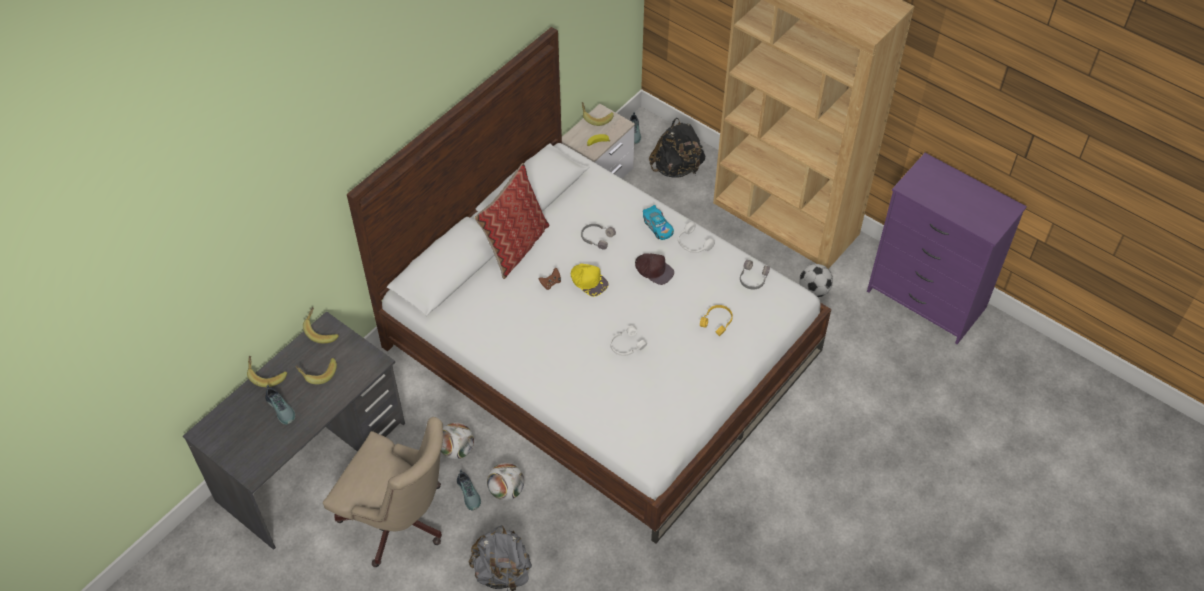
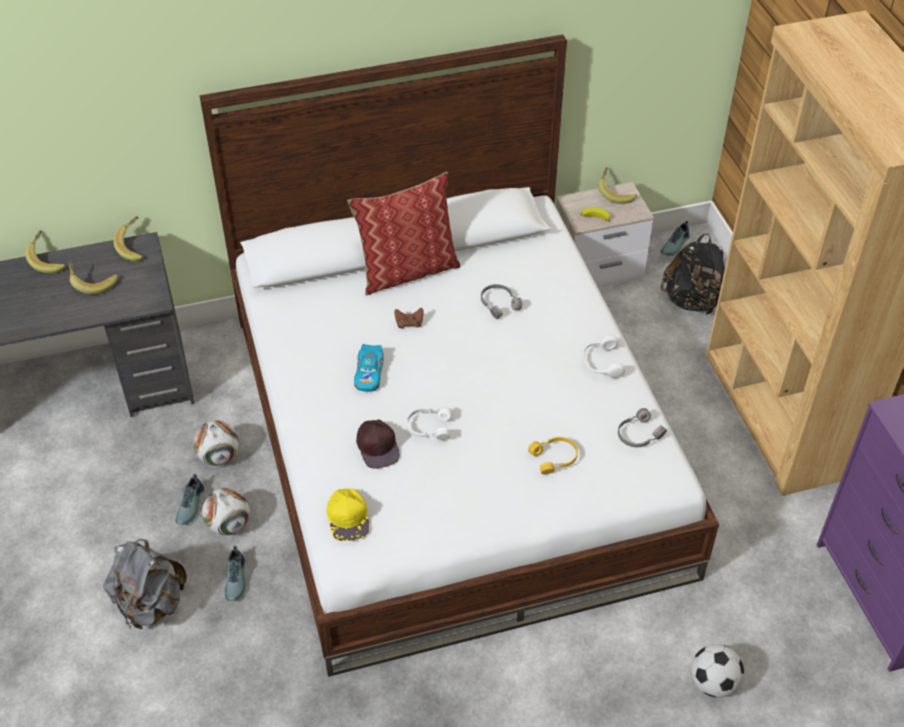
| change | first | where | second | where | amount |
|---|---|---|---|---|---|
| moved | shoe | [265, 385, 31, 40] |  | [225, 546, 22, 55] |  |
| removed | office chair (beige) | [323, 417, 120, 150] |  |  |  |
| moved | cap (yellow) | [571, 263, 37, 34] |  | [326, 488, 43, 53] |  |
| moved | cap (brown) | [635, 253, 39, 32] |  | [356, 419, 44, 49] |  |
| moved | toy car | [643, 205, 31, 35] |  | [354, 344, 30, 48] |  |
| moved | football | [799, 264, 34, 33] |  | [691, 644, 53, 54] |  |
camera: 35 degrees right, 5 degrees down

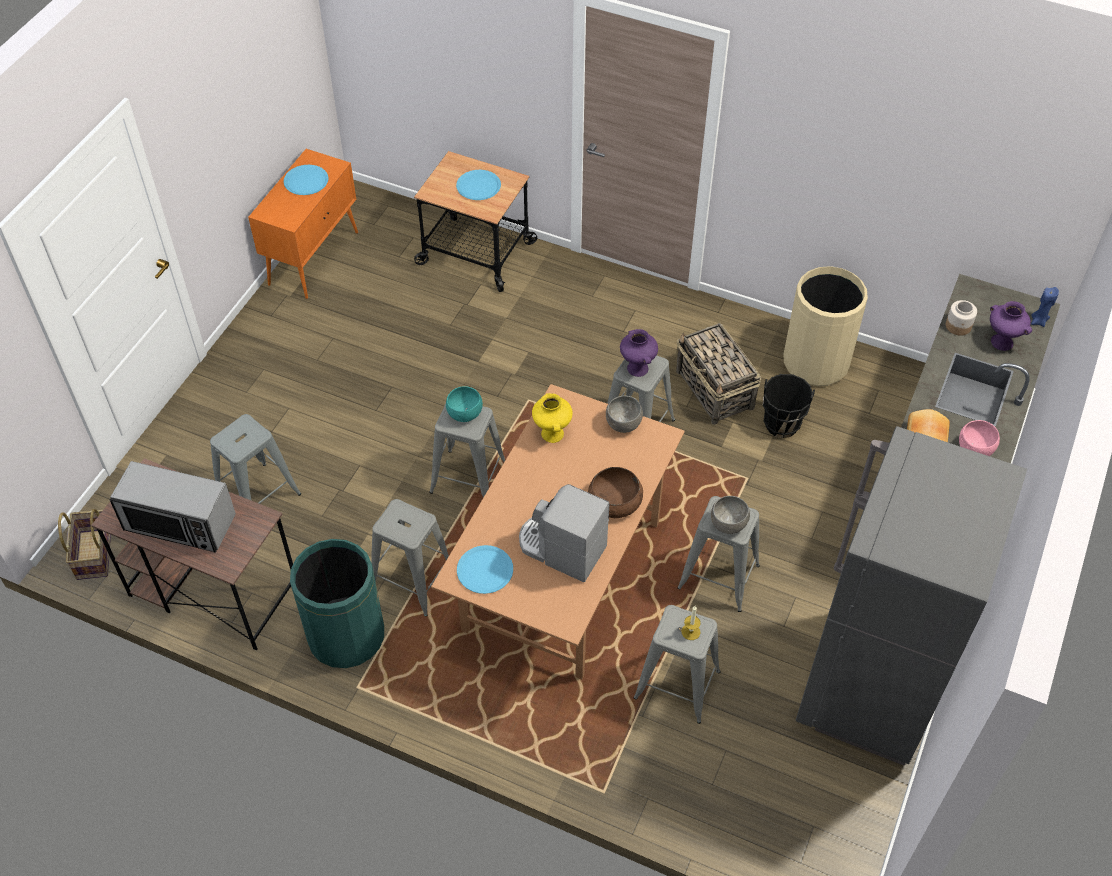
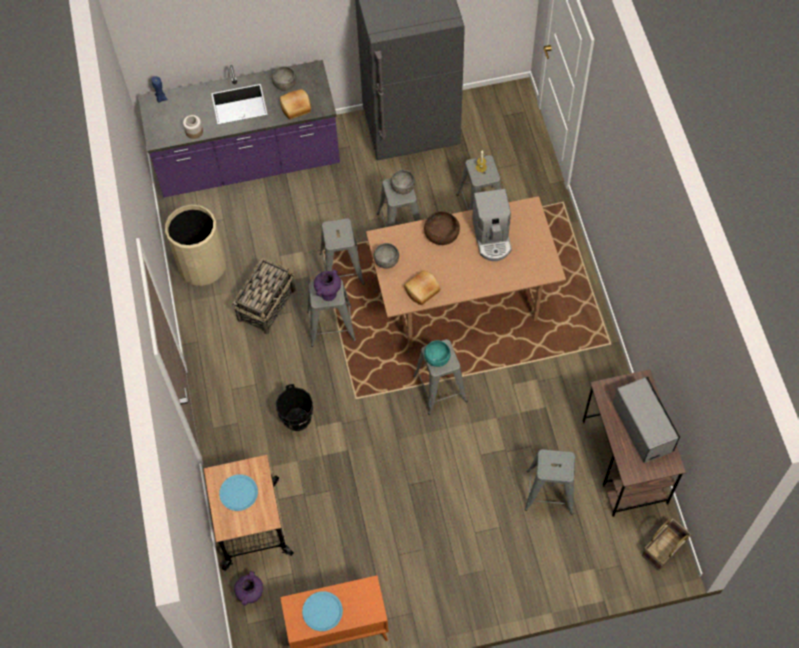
| change | first | where | second | where | amount |
|---|---|---|---|---|---|
| removed | trash can (green) | [290, 539, 94, 129] |  |  |  |
| moved | stool (grey) | [372, 499, 77, 117] |  | [320, 218, 45, 67] |  |
| removed | plate (blue) | [457, 545, 56, 49] |  |  |  |
| replaced | vase (yellow) | [532, 393, 40, 50] | bread | [404, 271, 36, 34] |  |
| moved | bucket (black) | [763, 374, 52, 64] |  | [276, 384, 37, 47] |  |
| recoloured | bowl (pink) | [959, 420, 41, 36] | bowl (grey) | [272, 66, 24, 25] |  |
| moved | vase (purple) | [990, 301, 42, 50] |  | [234, 571, 29, 35] |  |
camera: 125 degrees left, 10 degrees up

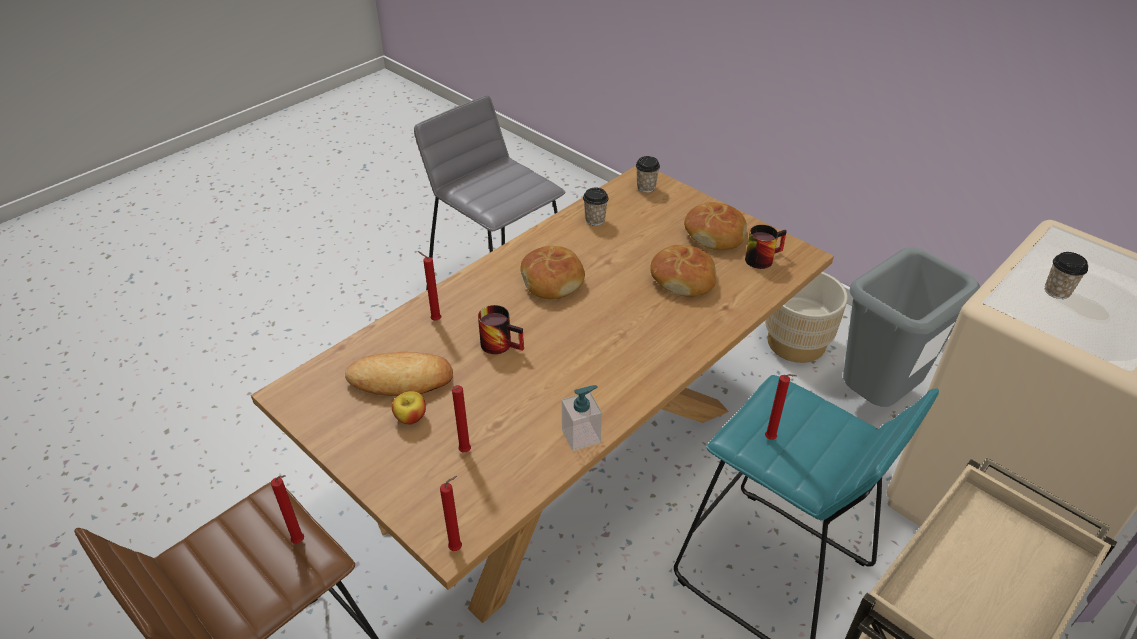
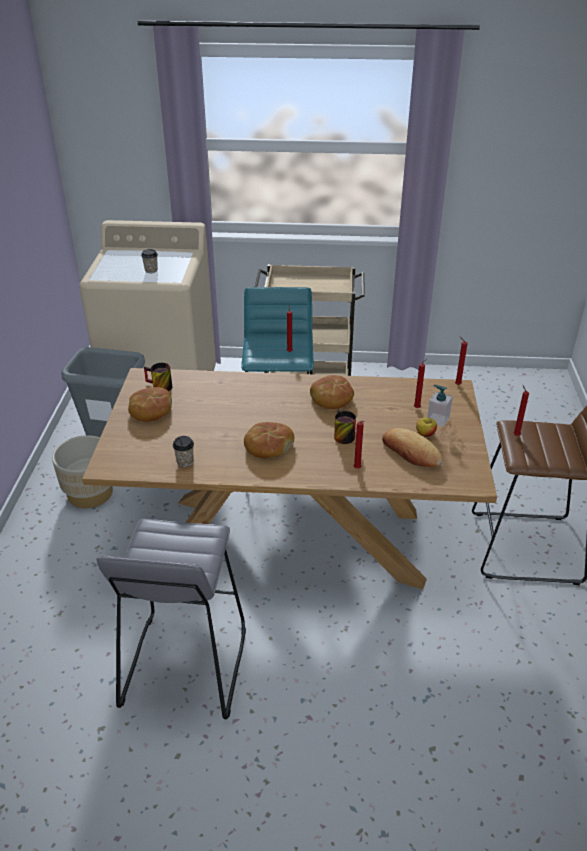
| change | first | where | second | where | amount |
|---|---|---|---|---|---|
| moved | soap dispenser | [562, 385, 40, 66] |  | [427, 385, 26, 42] |  |
| removed | cup | [636, 156, 24, 37] |  |  |  |
| moved | bread | [650, 245, 66, 51] |  | [310, 375, 44, 34] |  |
camera: 130 degrees left, 5 degrees down

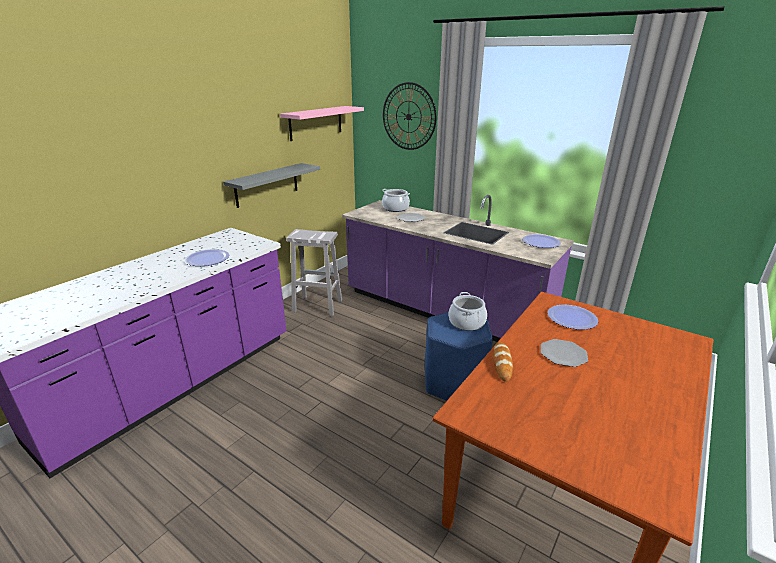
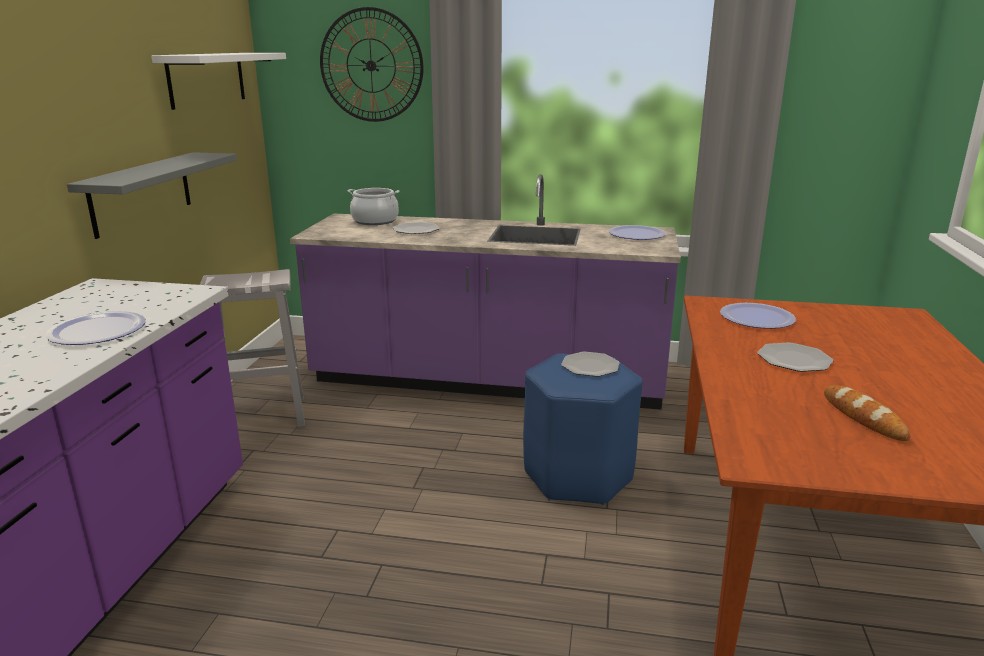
| change | first | where | second | where | amount |
|---|---|---|---|---|---|
| recoloured | shelf (pink) | [280, 106, 84, 35] | shelf (white) | [151, 53, 135, 57] |  |
| replaced | cooking pot | [449, 292, 38, 39] | plate | [561, 352, 59, 25] |  |
| moved | bread | [493, 342, 20, 39] |  | [824, 386, 86, 55] |  |
camera: 25 degrees left, 5 degrees down

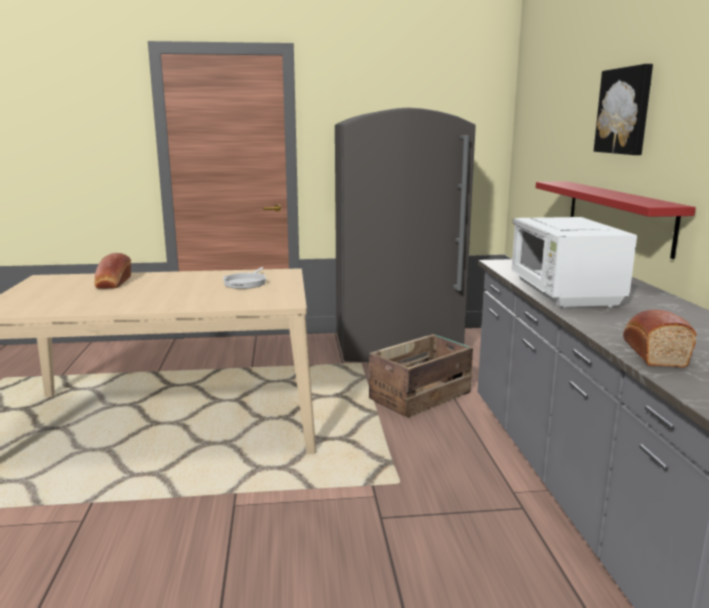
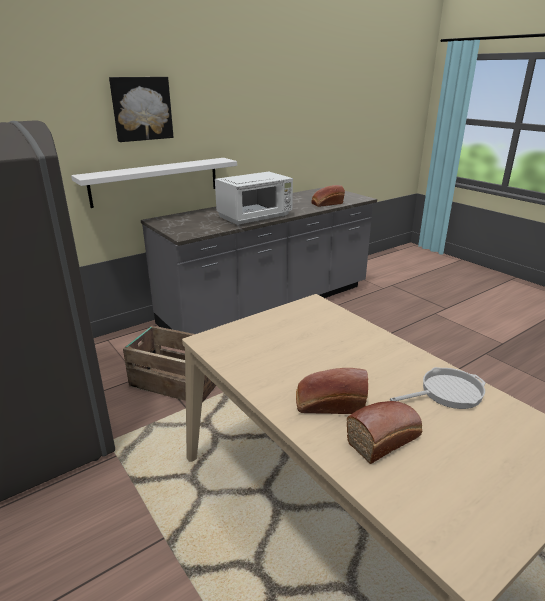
| change | first | where | second | where | amount |
|---|---|---|---|---|---|
| moved | frying pan | [223, 267, 44, 22] |  | [390, 367, 96, 42] |  |
| recoloured | shelf (red) | [536, 181, 160, 78] | shelf (white) | [71, 158, 166, 50] |  |
| added |  |  | bread | [296, 368, 72, 46] |  |
camera: 120 degrees left, 10 degrees up

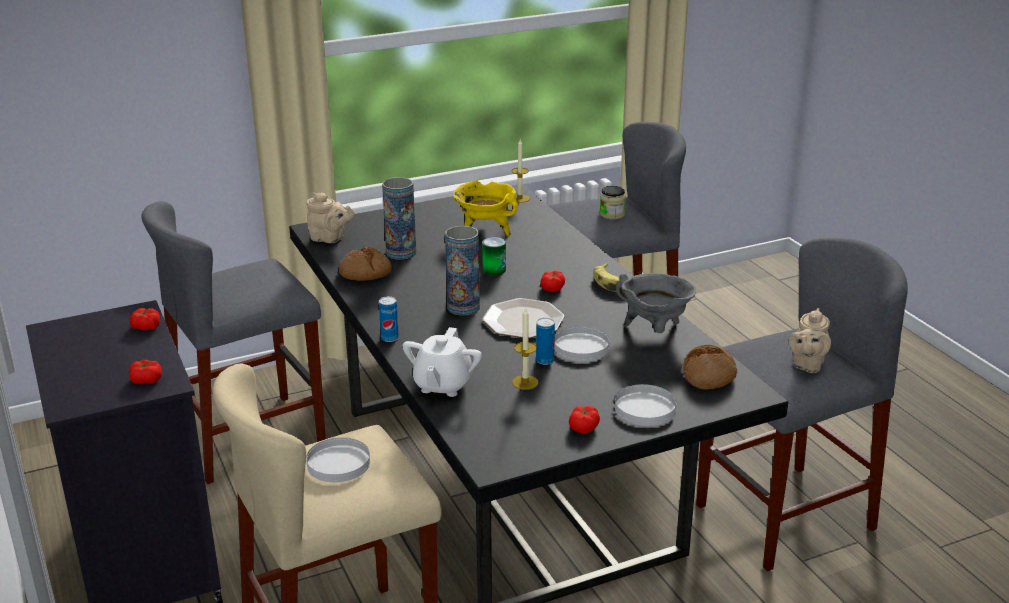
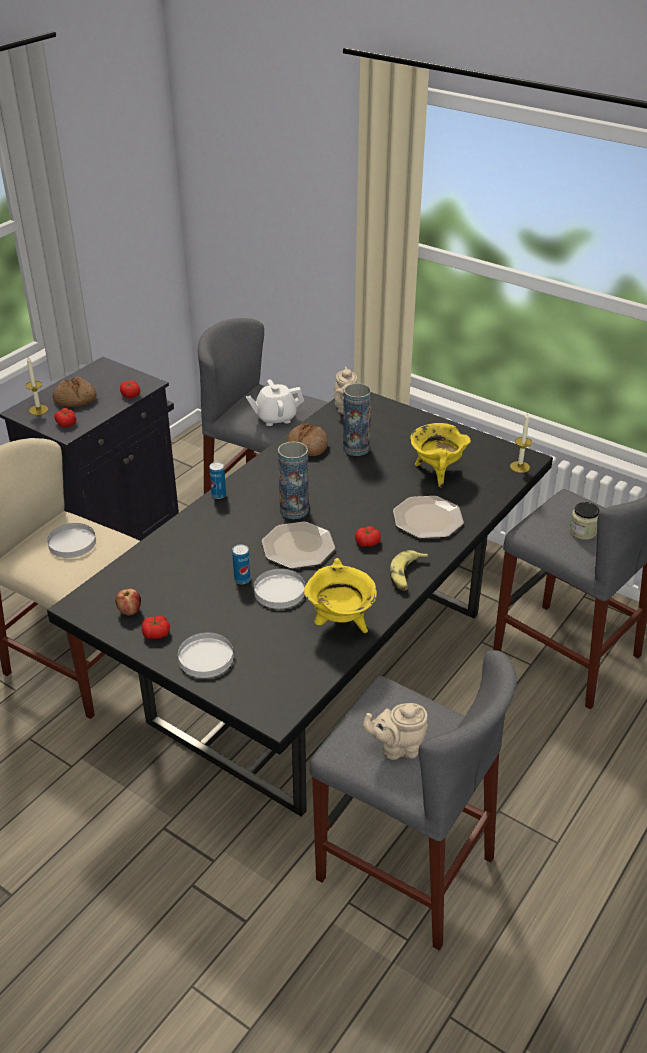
| change | first | where | second | where | amount |
|---|---|---|---|---|---|
| moved | teapot (white) | [403, 327, 79, 70] |  | [246, 379, 58, 47] |  |
| removed | can | [482, 237, 24, 38] |  |  |  |
| moved | candle | [512, 308, 26, 82] |  | [25, 357, 23, 58] |  |
| recoloured | cooking pot (grey) | [616, 273, 80, 60] | cooking pot (yellow) | [304, 558, 73, 75] |  |
| moved | bread | [683, 345, 54, 45] |  | [53, 377, 44, 30] |  |
| added |  |  | apple | [115, 589, 26, 27] |  |
| added |  |  | plate | [393, 496, 71, 42] |  |
camera: 60 degrees right, 10 degrees up

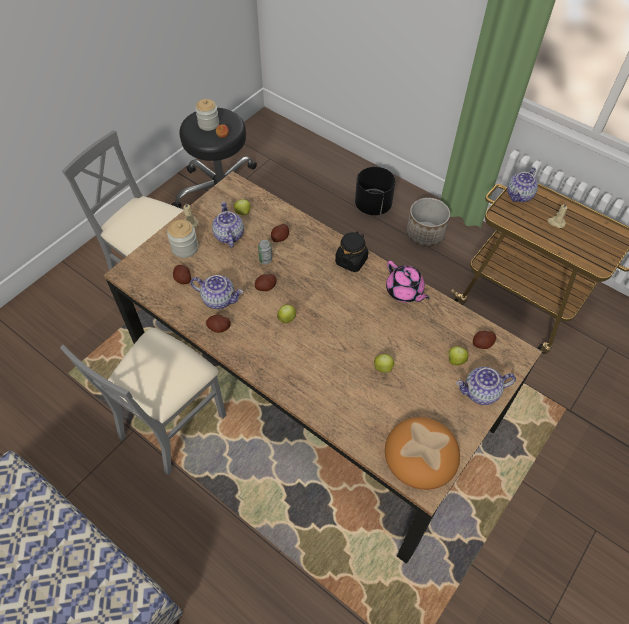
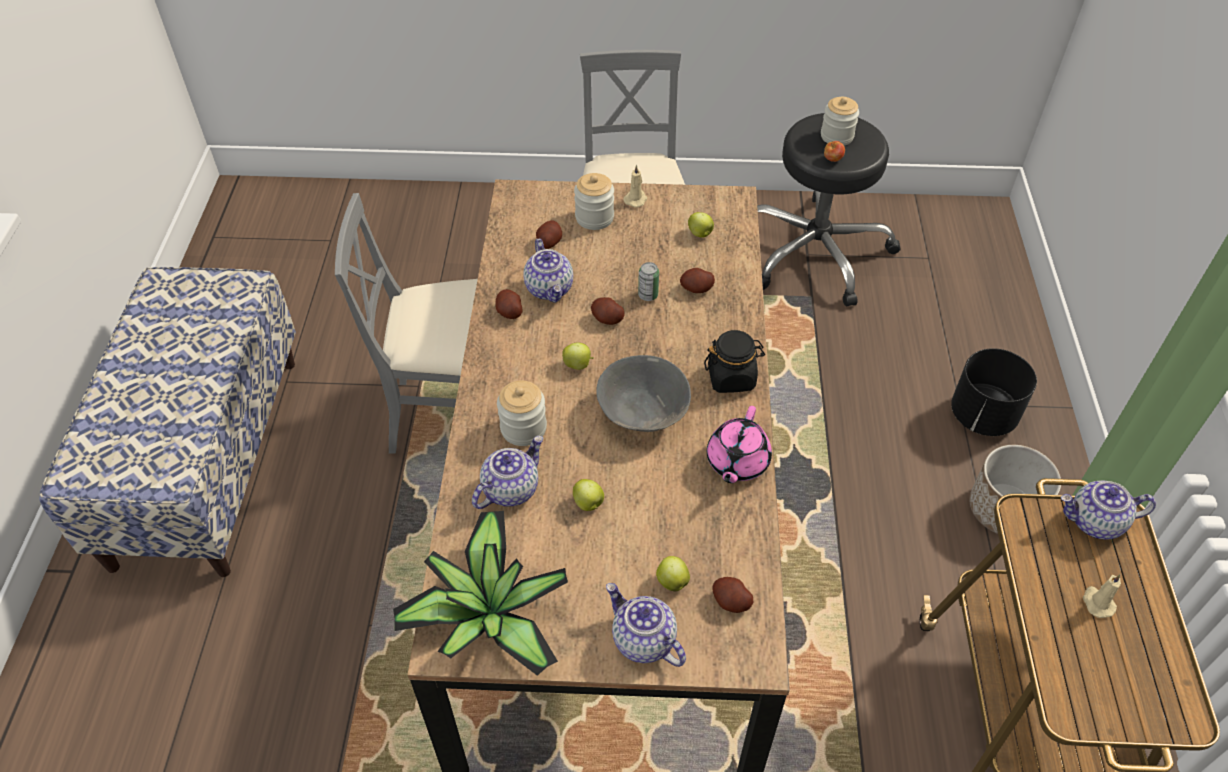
| change | first | where | second | where | amount |
|---|---|---|---|---|---|
| moved | teapot | [212, 202, 32, 46] |  | [472, 436, 71, 73] |  |
| replaced | bread | [385, 417, 75, 73] | potted plant | [393, 511, 175, 165] |  |
| added |  |  | jar | [497, 380, 50, 66] |  |
| added |  |  | bowl (grey) | [596, 355, 95, 77] |  |
camera: 55 degrees right, 5 degrees down

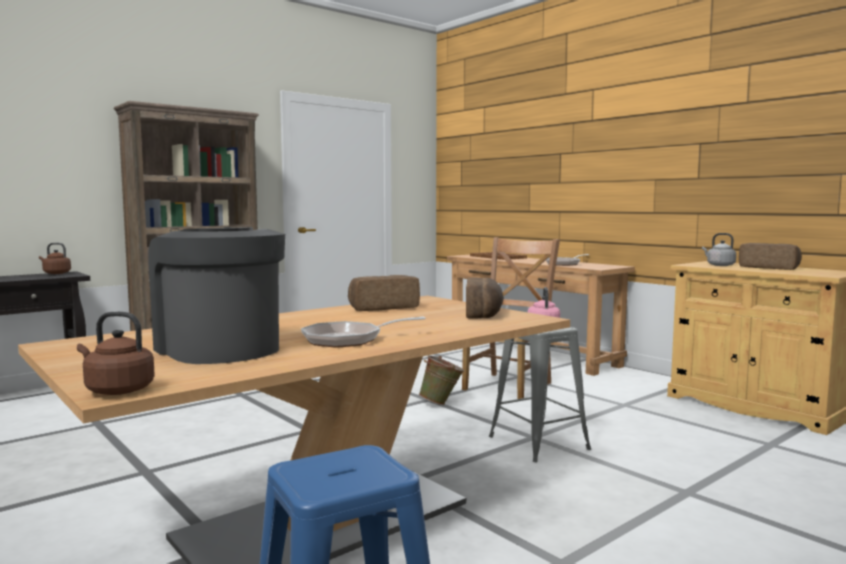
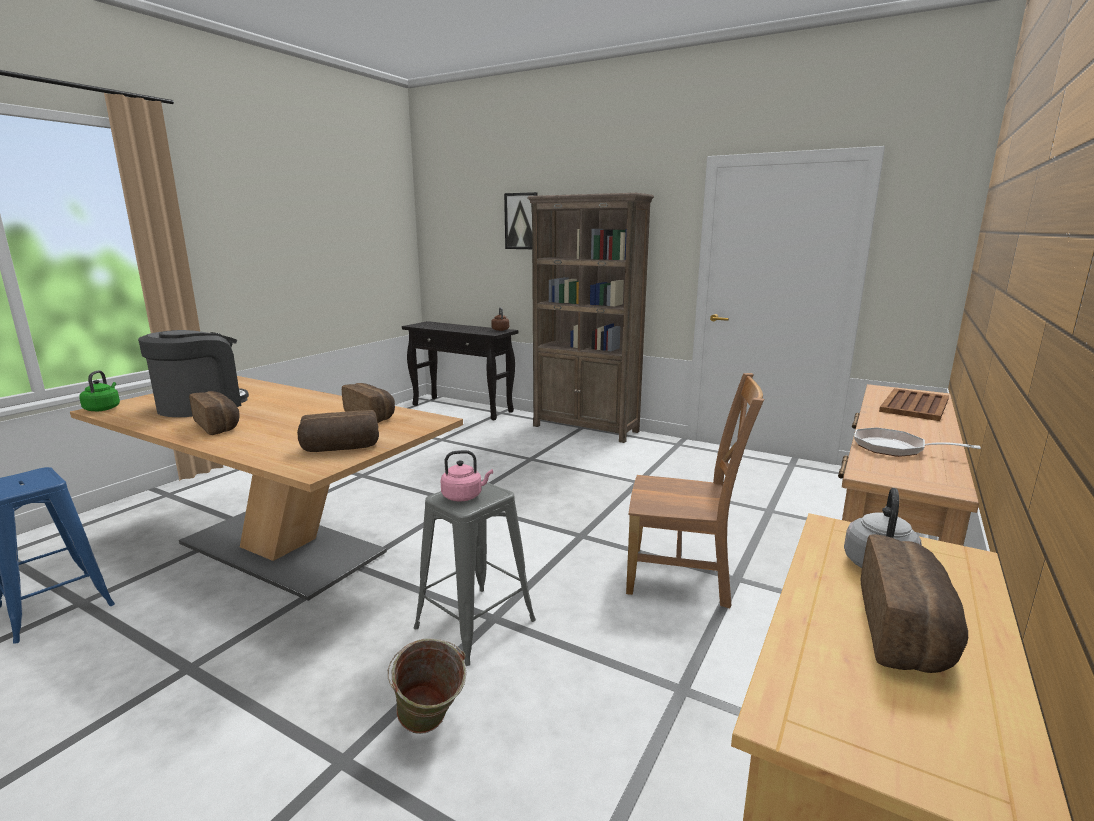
| change | first | where | second | where | amount |
|---|---|---|---|---|---|
| recoloured | kettle (brown) | [77, 312, 78, 83] | kettle (green) | [79, 370, 41, 41] |  |
| replaced | frying pan | [301, 316, 125, 32] | bread | [189, 391, 51, 44] |  |
| moved | bucket (green) | [419, 355, 45, 50] |  | [388, 638, 79, 96] |  |
| added |  |  | picture | [504, 192, 33, 57] |  |
camera: 70 degrees right, 10 degrees up

